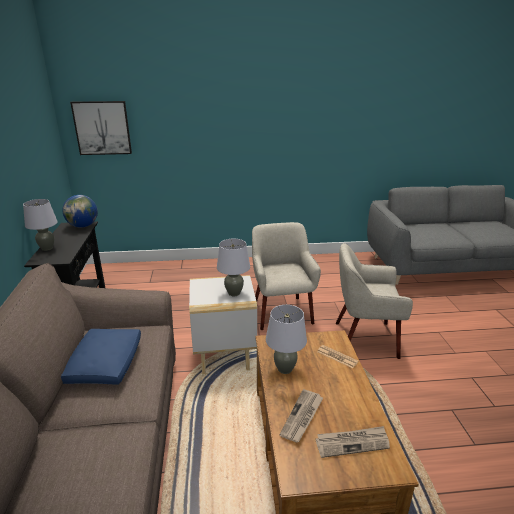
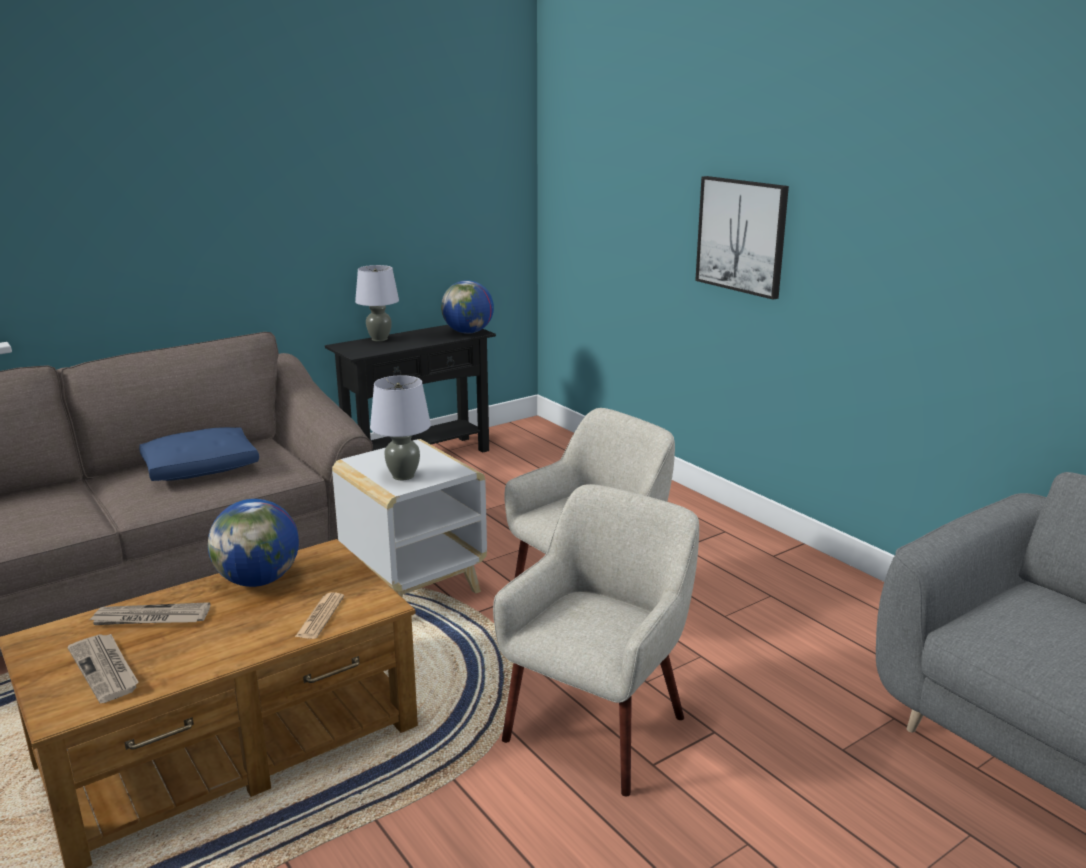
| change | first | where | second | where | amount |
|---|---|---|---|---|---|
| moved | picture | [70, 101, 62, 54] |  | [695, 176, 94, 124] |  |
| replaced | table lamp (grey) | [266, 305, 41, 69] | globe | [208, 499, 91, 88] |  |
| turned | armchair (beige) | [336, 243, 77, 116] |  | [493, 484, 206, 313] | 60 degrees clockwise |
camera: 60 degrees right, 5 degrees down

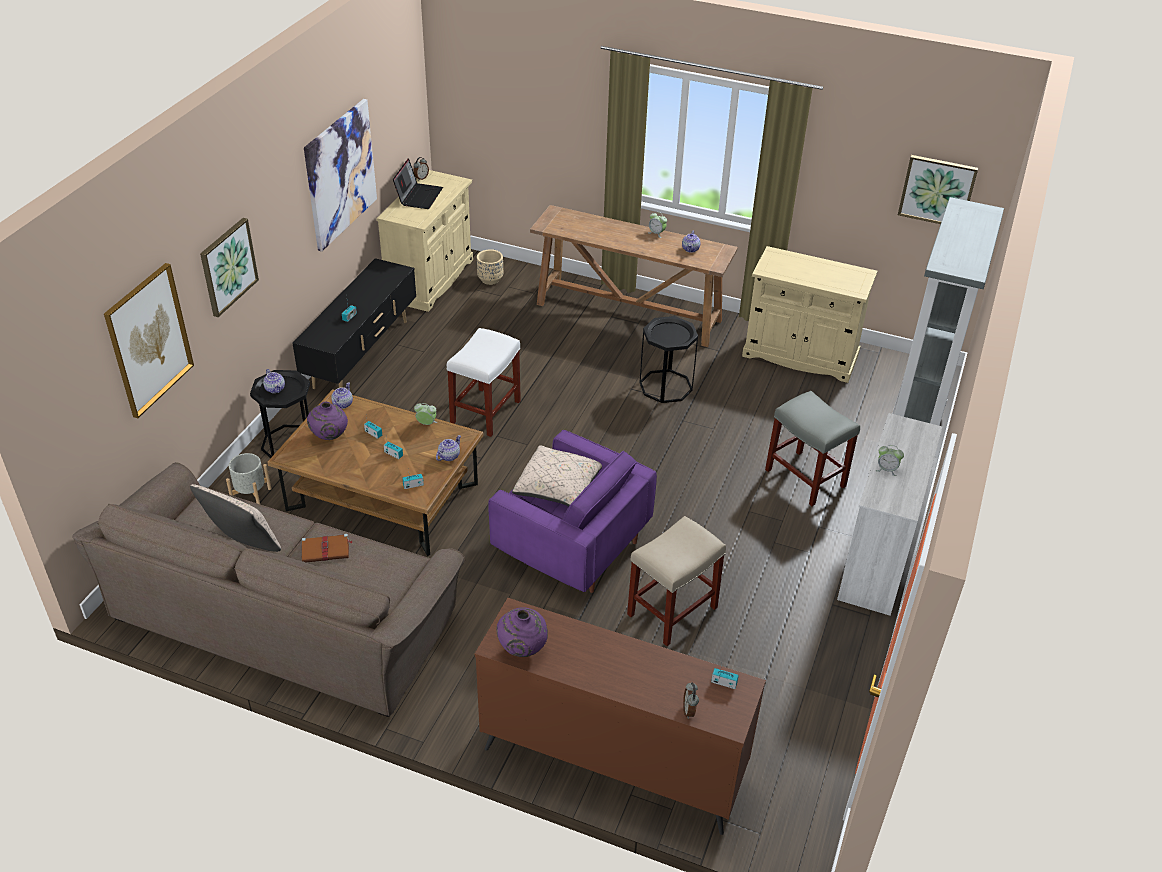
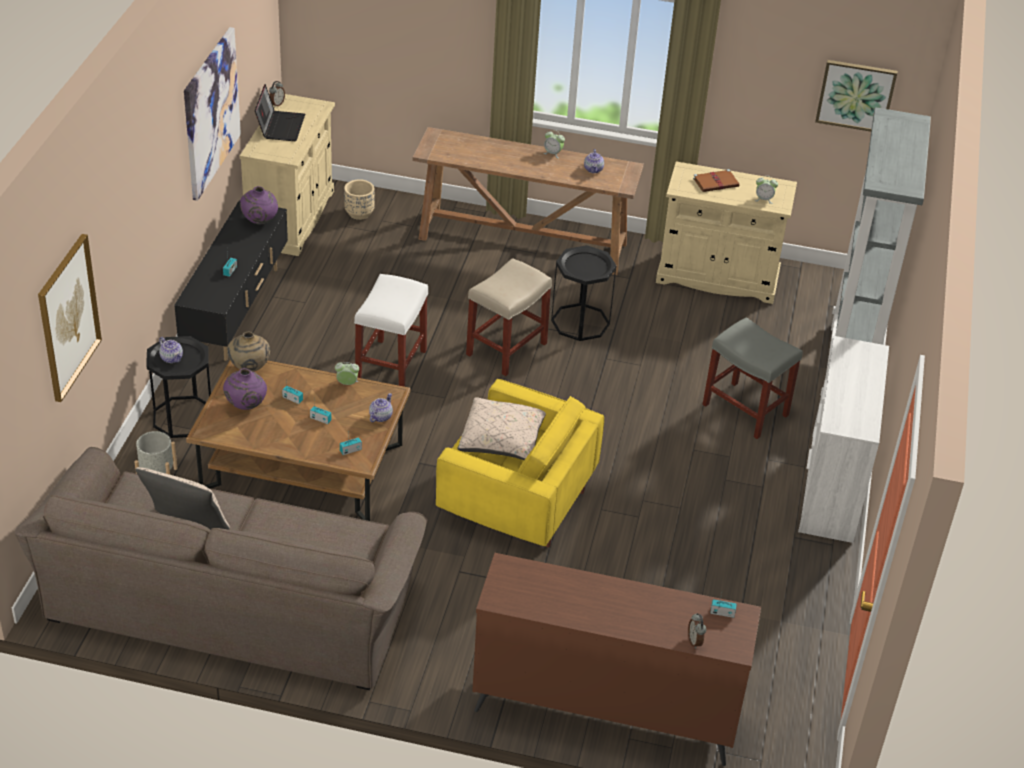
| change | first | where | second | where | amount |
|---|---|---|---|---|---|
| removed | picture | [200, 218, 59, 99] |  |  |  |
| moved | book (brown) | [302, 534, 50, 28] |  | [693, 169, 46, 23] |  |
| replaced | teapot | [331, 383, 22, 26] | vase (beige) | [227, 332, 43, 40] |  |
| recoloured | armchair (purple) | [489, 430, 168, 163] | armchair (yellow) | [436, 379, 168, 169] |  |
| moved | vase (purple) | [497, 607, 51, 50] |  | [240, 186, 38, 38] |  |
| moved | stool (beige) | [627, 516, 99, 130] |  | [466, 258, 86, 118] |  |
| moved | alarm clock | [876, 445, 28, 31] |  | [754, 176, 24, 28] |  |
camera: 10 degrees left, 0 degrees up

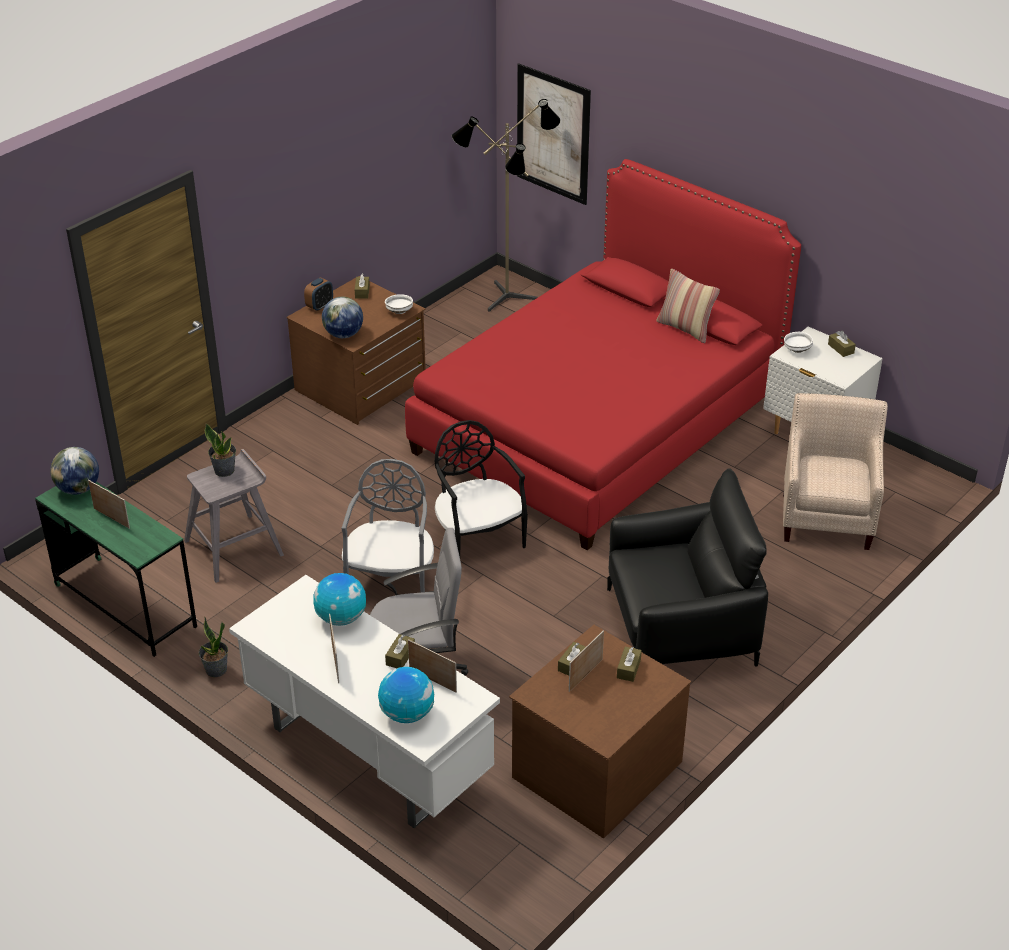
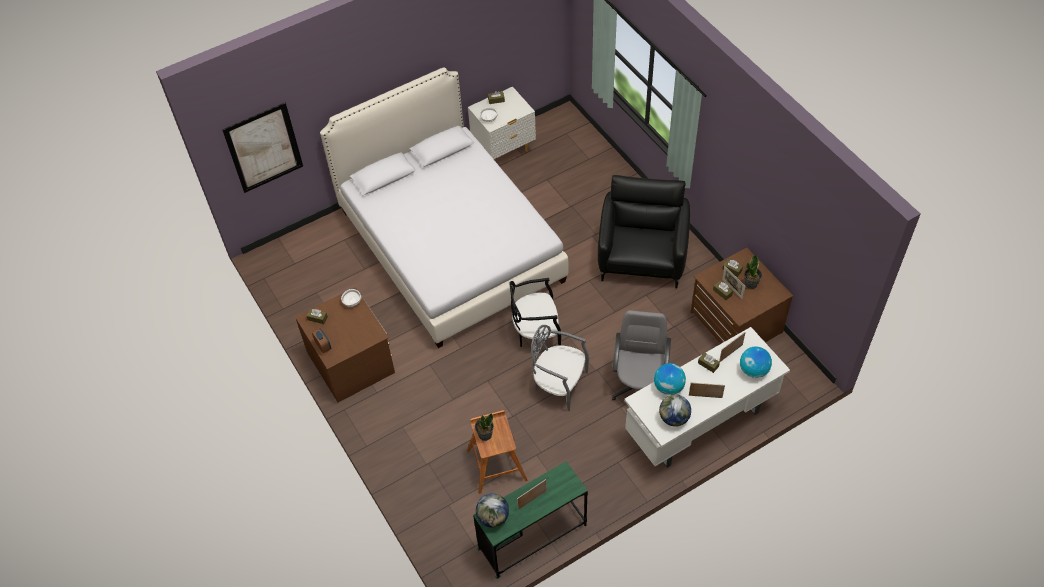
| change | first | where | second | where | amount |
|---|---|---|---|---|---|
| recoloured | stool (grey) | [184, 449, 100, 134] | stool (brown) | [467, 410, 61, 84] |  |
| moved | potted plant | [199, 617, 29, 60] |  | [744, 254, 18, 35] |  |
| moved | globe | [322, 297, 41, 41] |  | [659, 394, 32, 33] |  |
| recoloured | bed (red) | [405, 159, 396, 391] | bed (white) | [320, 67, 249, 281] |  |
| removed | floor lamp | [452, 99, 108, 213] |  |  |  |
| removed | pillow | [656, 269, 64, 74] |  |  |  |
| removed | armchair (beige) | [783, 393, 105, 157] |  |  |  |
camera: 70 degrees left, 15 degrees up

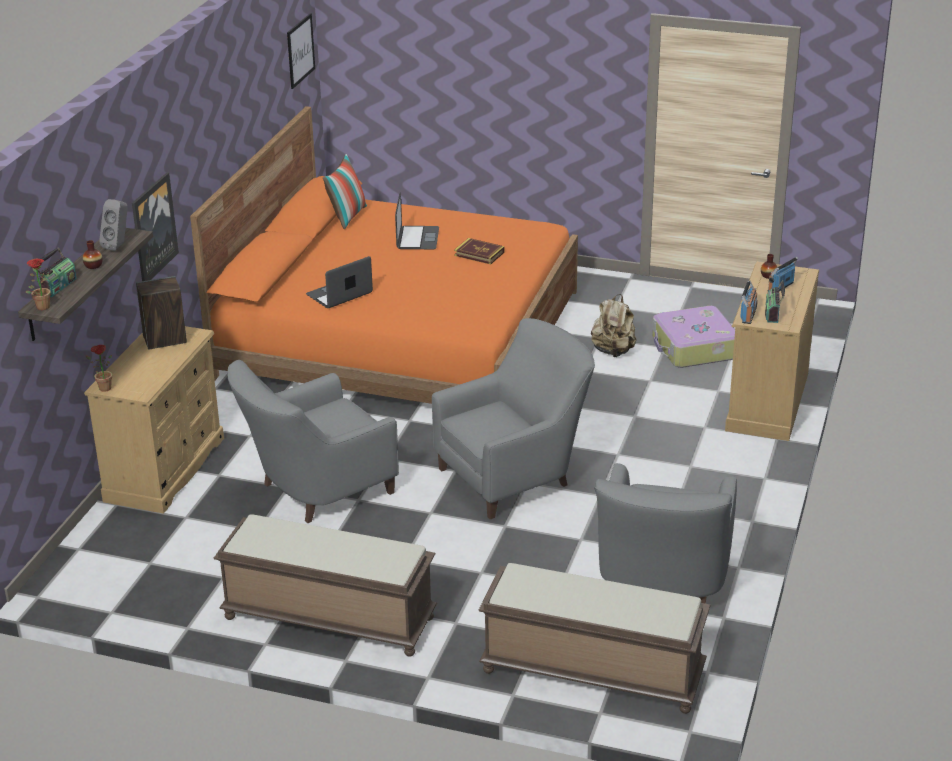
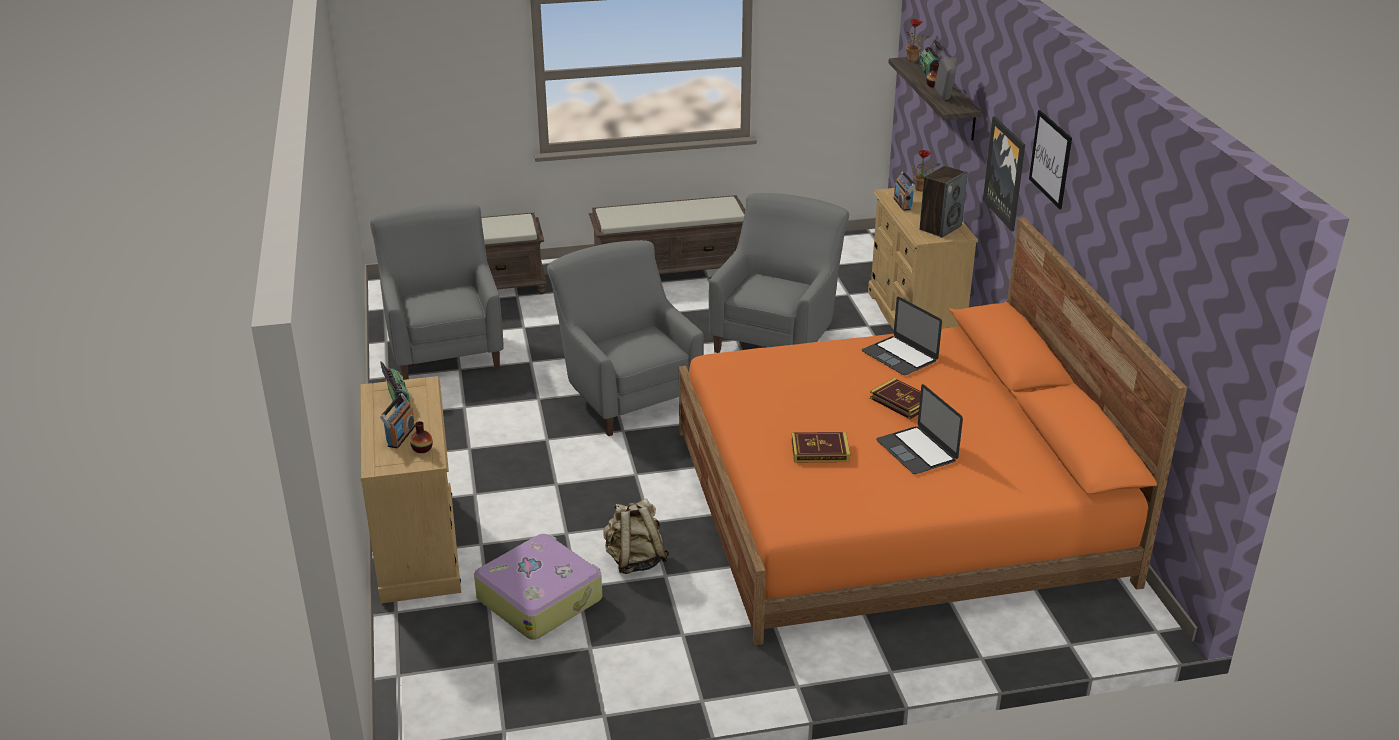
| change | first | where | second | where | amount |
|---|---|---|---|---|---|
| moved | picture | [287, 13, 28, 76] |  | [1029, 110, 43, 99] |  |
| turned | laptop | [306, 256, 67, 52] |  | [862, 297, 80, 78] | 120 degrees clockwise |
| removed | pillow | [323, 154, 44, 75] |  |  |  |
| turned | armchair (grey) | [432, 318, 163, 201] |  | [547, 240, 157, 196] | 120 degrees clockwise |
| moved | radio | [740, 281, 18, 43] |  | [893, 172, 22, 39] |  |
| added |  |  | book | [870, 378, 51, 41] |  |
camera: 150 degrees right, 0 degrees up

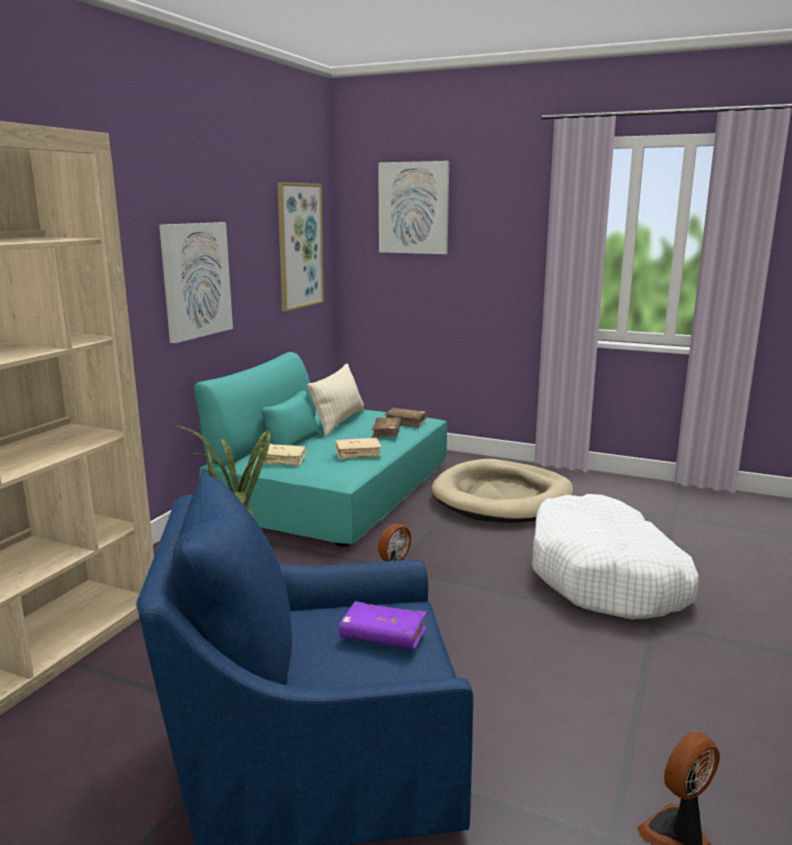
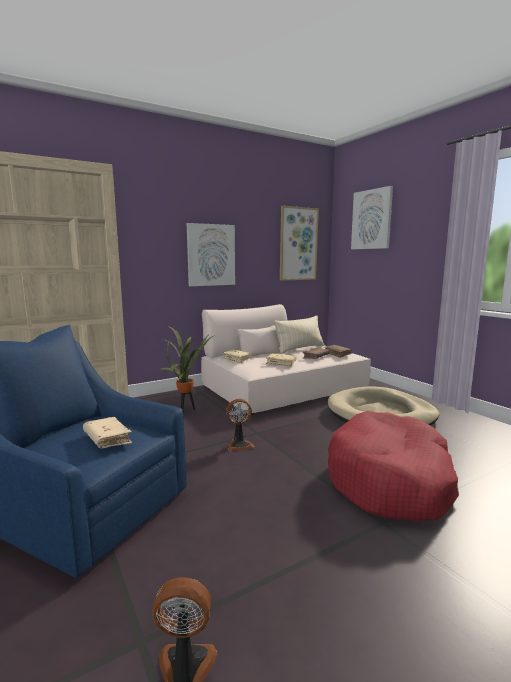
| change | first | where | second | where | amount |
|---|---|---|---|---|---|
| recoloured | sofa (turquoise) | [194, 352, 253, 195] | sofa (beige) | [201, 304, 170, 111] |  |
| recoloured | book (purple) | [339, 601, 88, 48] | book (beige) | [83, 417, 49, 31] |  |
| recoloured | dog bed (white) | [532, 494, 167, 126] | dog bed (red) | [328, 411, 131, 111] |  |
camera: 35 degrees right, 5 degrees down

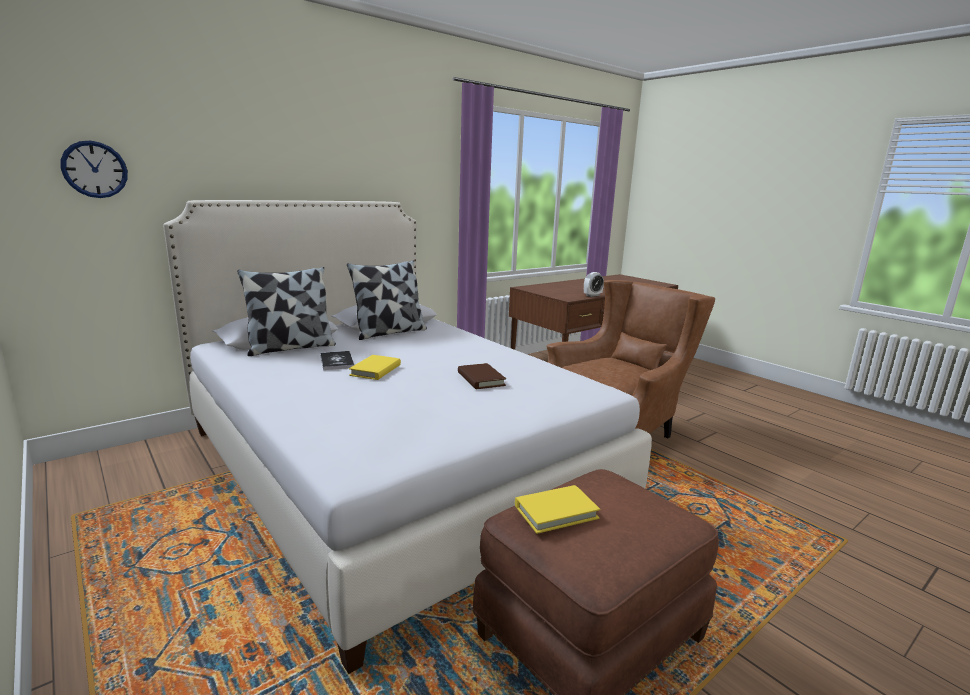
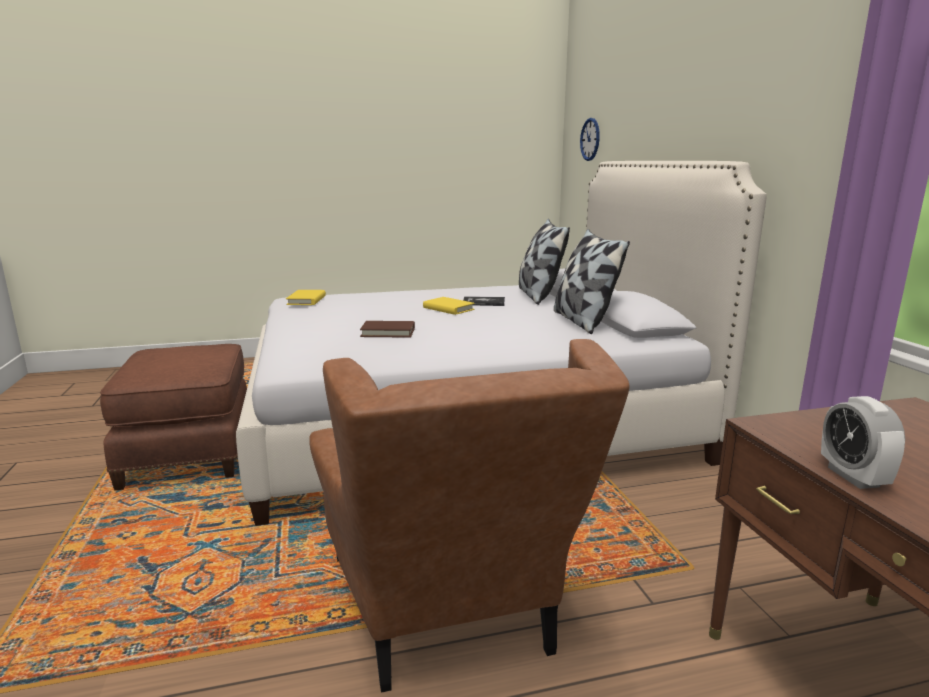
| change | first | where | second | where | amount |
|---|---|---|---|---|---|
| moved | book (yellow) | [515, 485, 85, 49] |  | [286, 290, 40, 15] |  |
camera: 115 degrees right, 0 degrees up

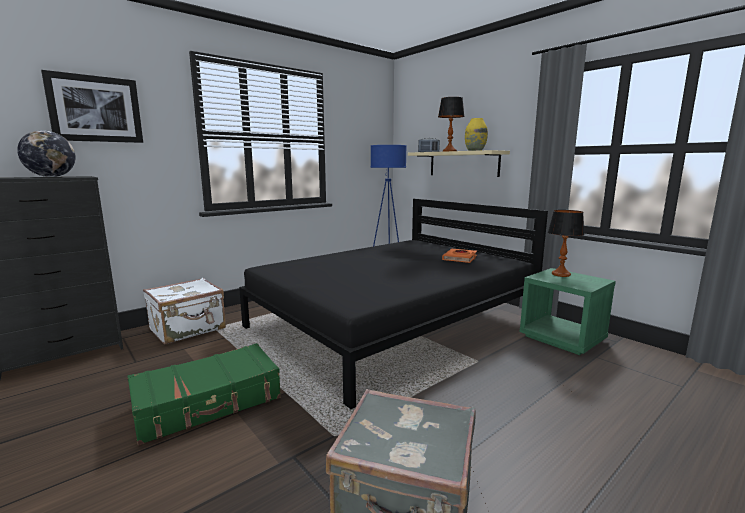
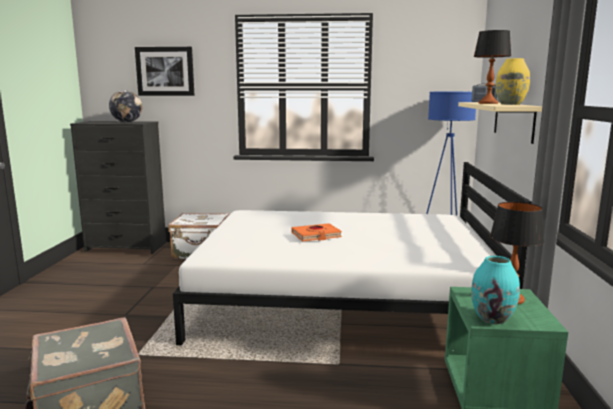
| change | first | where | second | where | amount |
|---|---|---|---|---|---|
| removed | suitcase (green) | [127, 343, 154, 102] |  |  |  |
| recoloured | bed (black) | [239, 199, 309, 210] | bed (white) | [173, 162, 359, 183] |  |
| moved | book (orange) | [442, 249, 35, 14] |  | [291, 223, 51, 19] |  |
| added |  |  | vase (turquoise) | [471, 256, 49, 68] |  |
camera: 45 degrees right, 0 degrees up

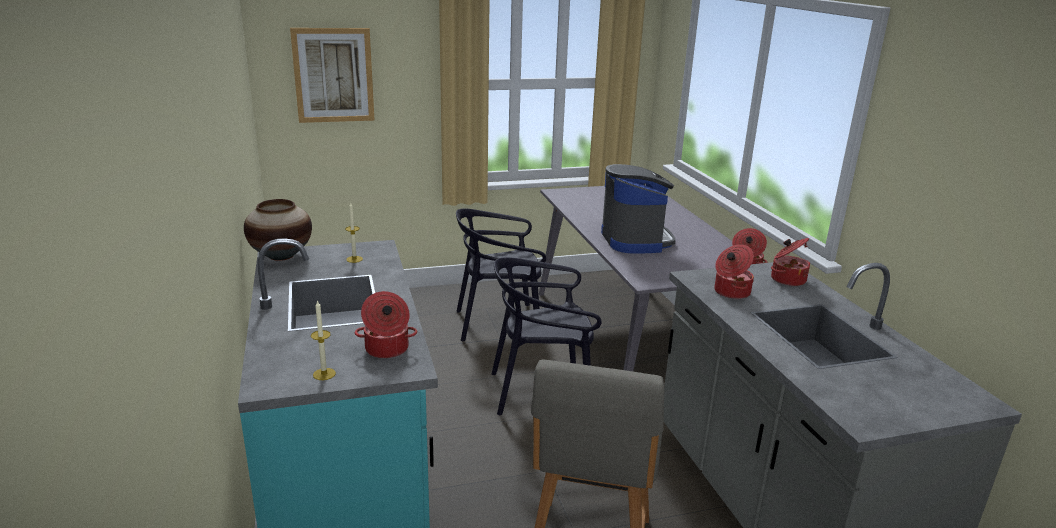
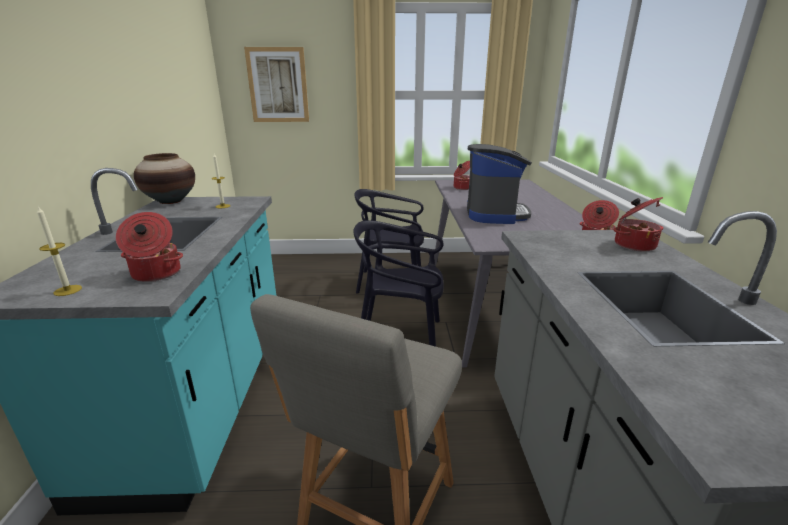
| change | first | where | second | where | amount |
|---|---|---|---|---|---|
| moved | cooking pot | [714, 244, 40, 55] |  | [454, 161, 16, 29] |  |
camera: 15 degrees right, 0 degrees up

